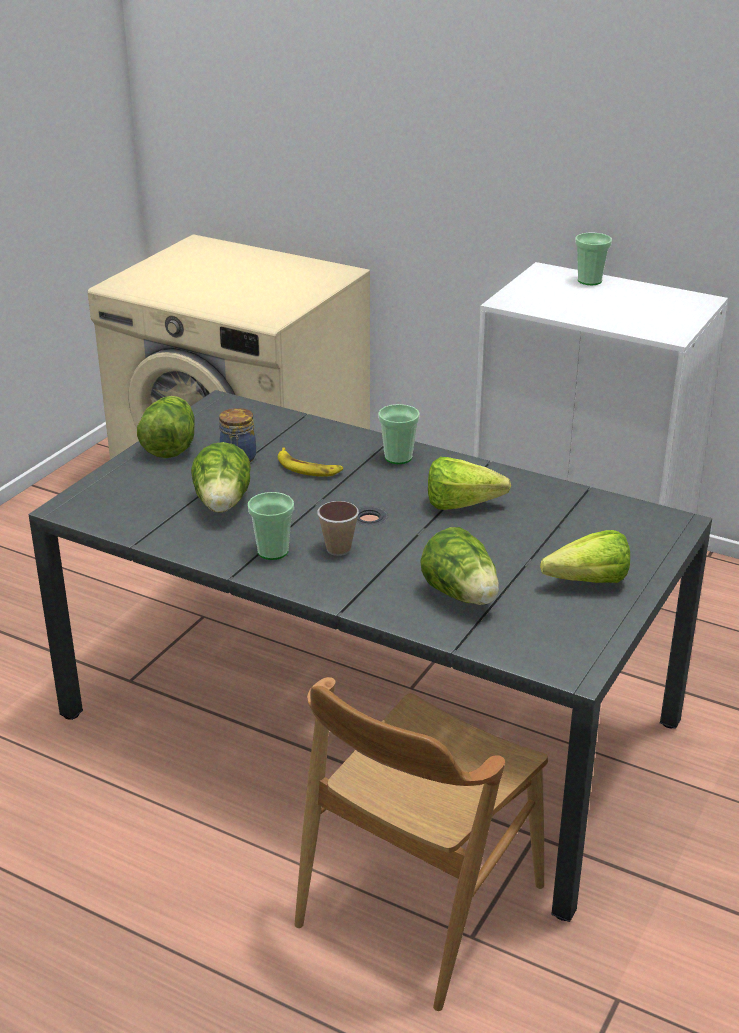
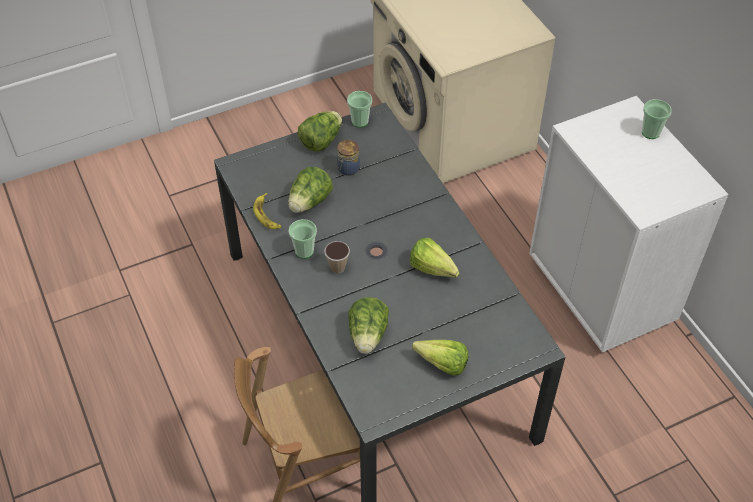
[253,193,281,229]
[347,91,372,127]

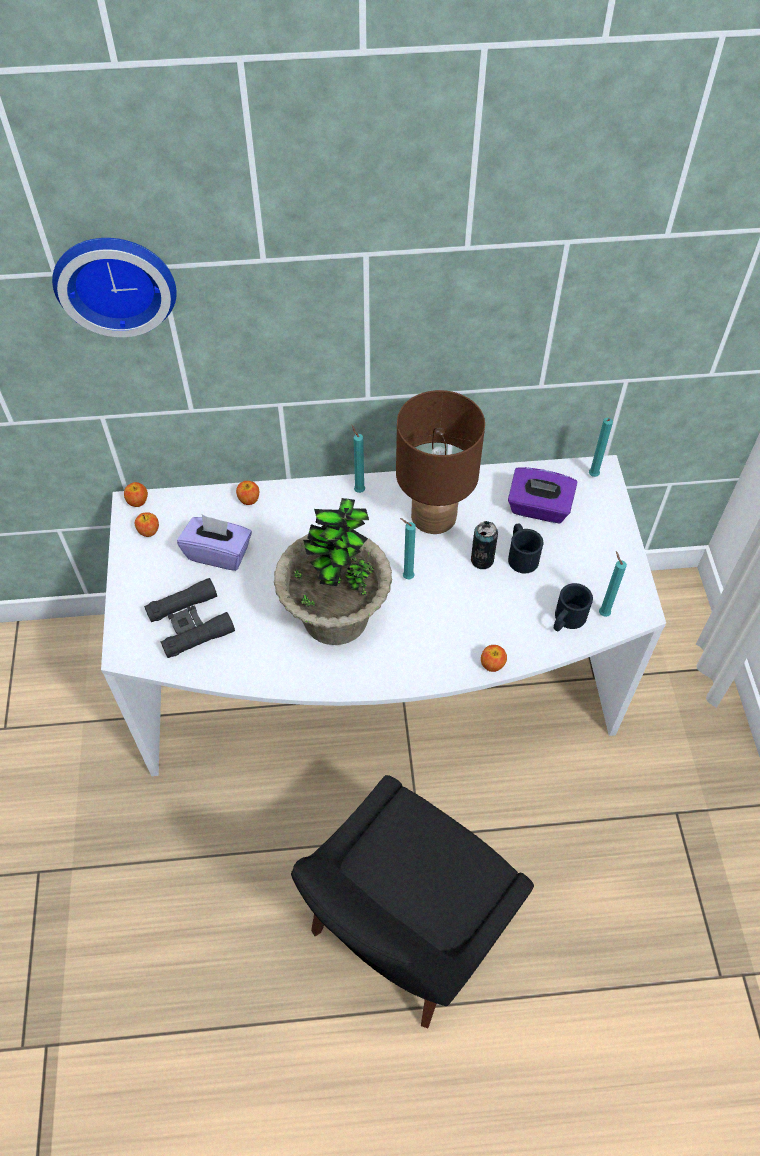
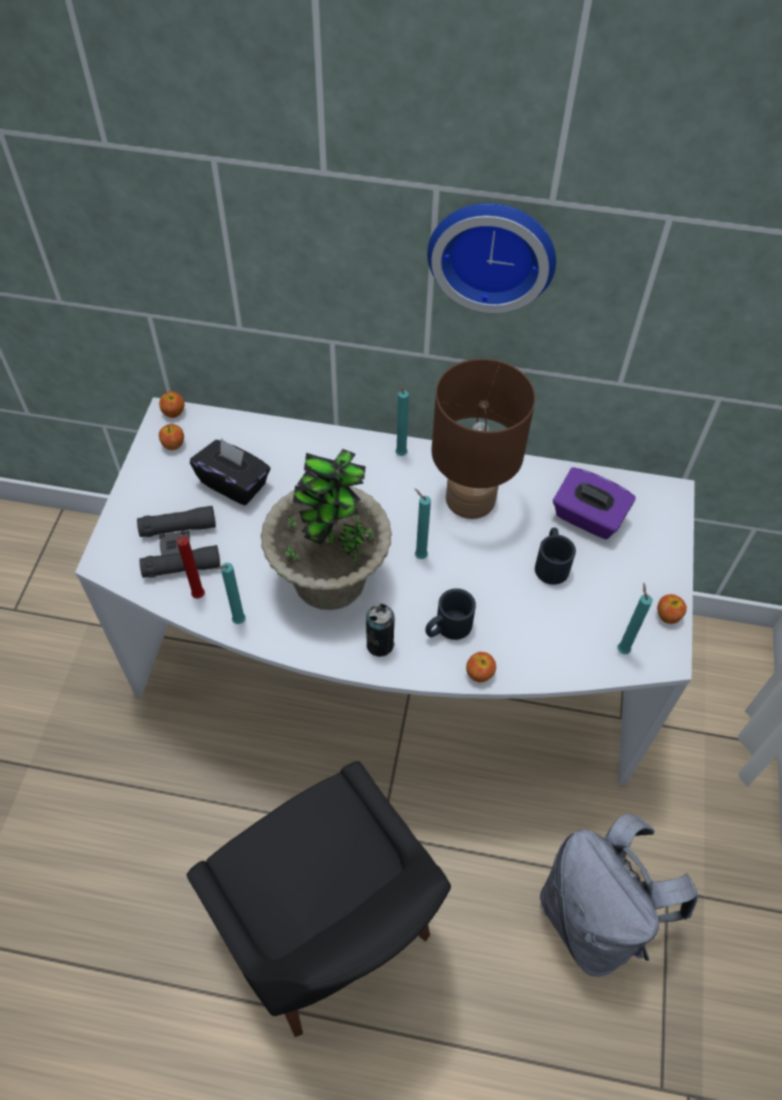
[177,536,205,599]
[540,814,698,977]
[427,203,556,313]
[657,594,687,624]
[366,604,395,657]
[425,588,476,640]
[216,563,246,624]
[190,438,270,506]
[187,761,451,1037]

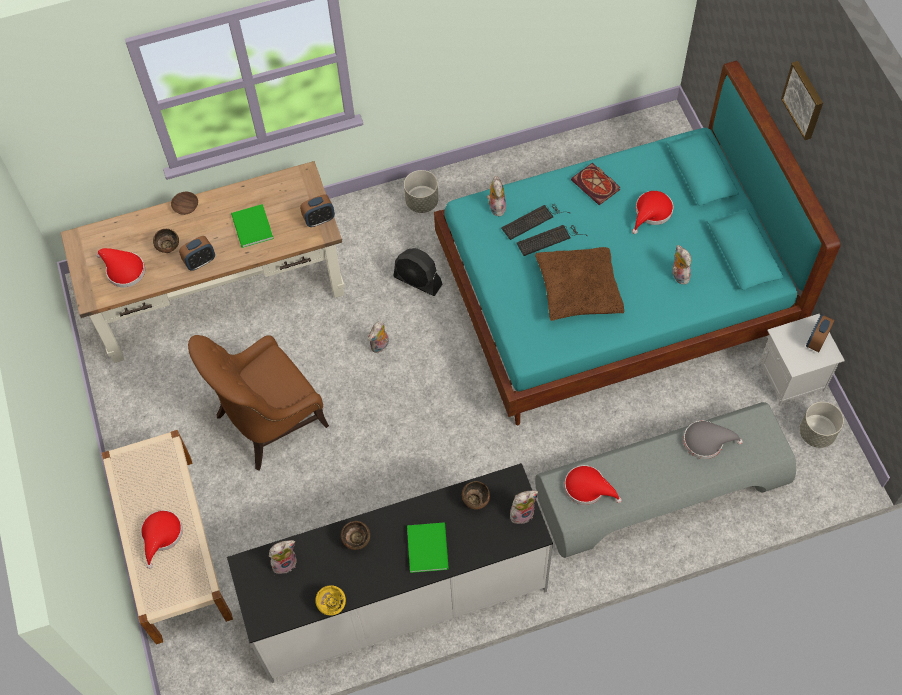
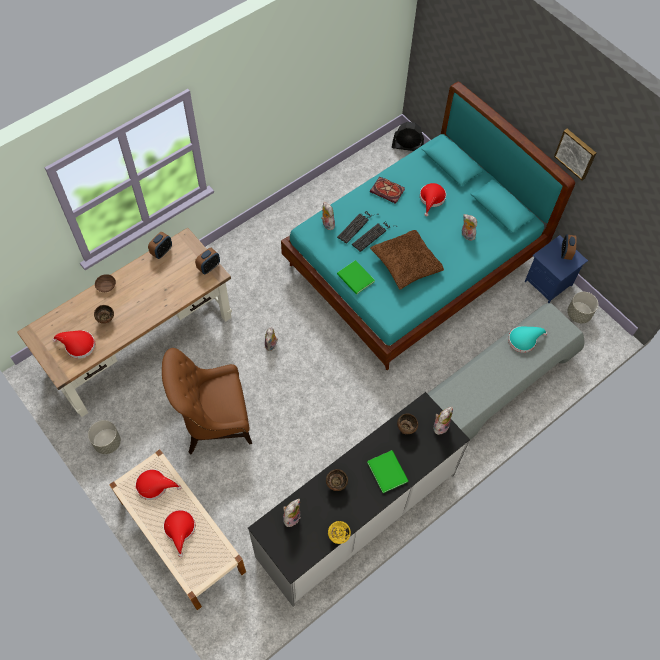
[148,232,172,259]
[337,260,375,295]
[392,122,424,151]
[88,420,121,454]
[135,469,182,500]
[554,129,596,180]
[508,326,547,353]
[525,235,588,303]
[162,348,252,455]

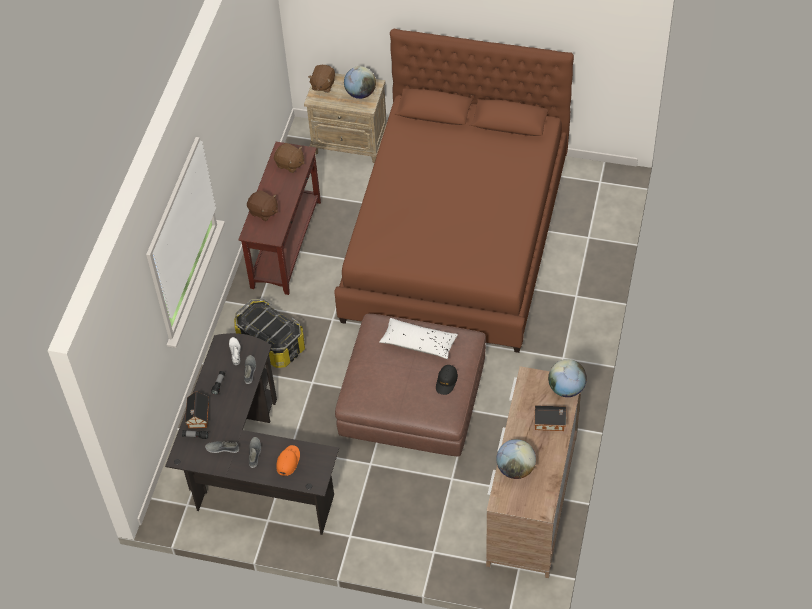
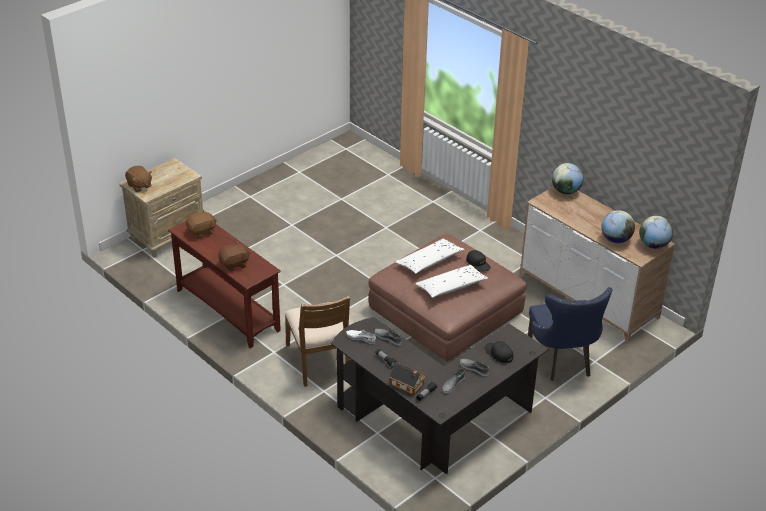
[334,29,574,353] (first image)
[534,405,566,431] (first image)
[415,265,489,298]
[528,287,612,381]
[639,216,673,249]
[285,296,350,387]
[485,341,513,363]

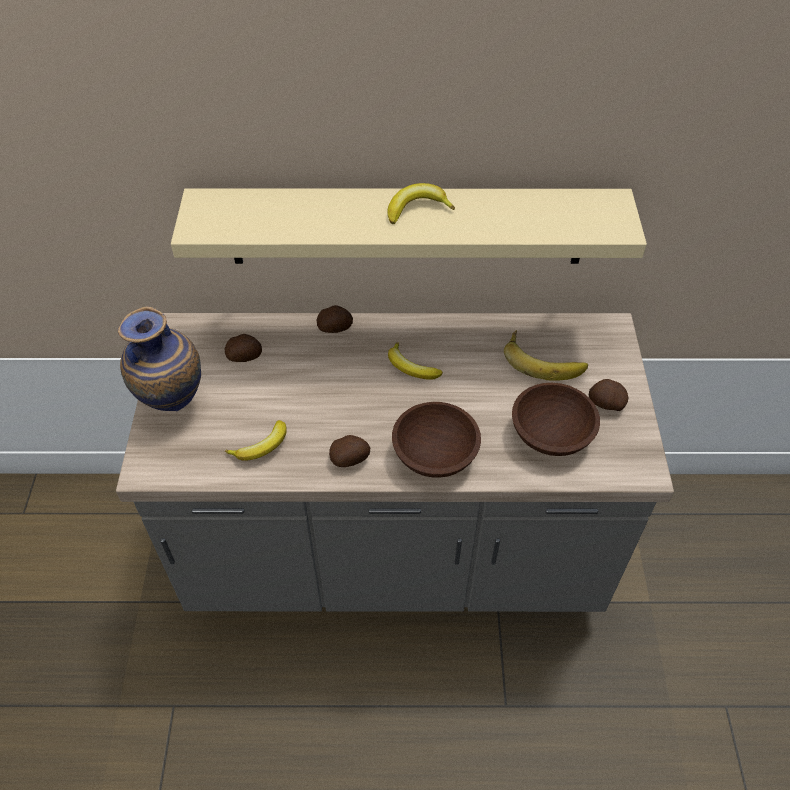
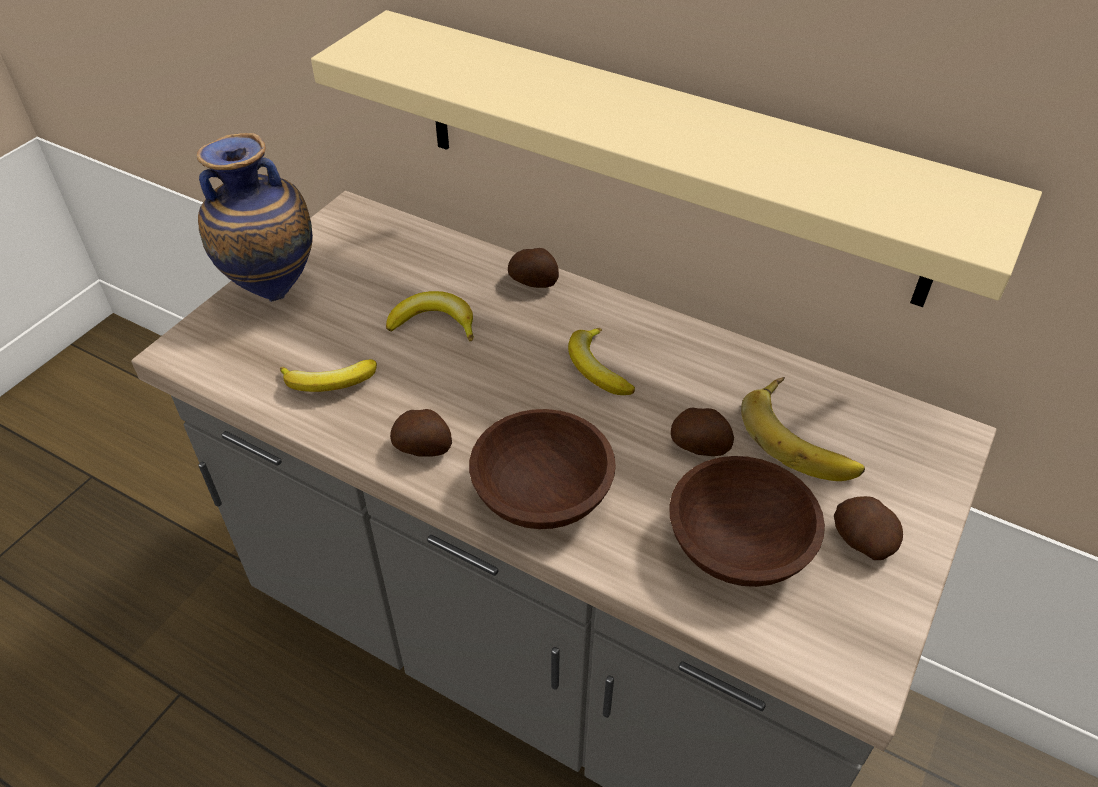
[671,407,734,456]
[386,291,474,341]

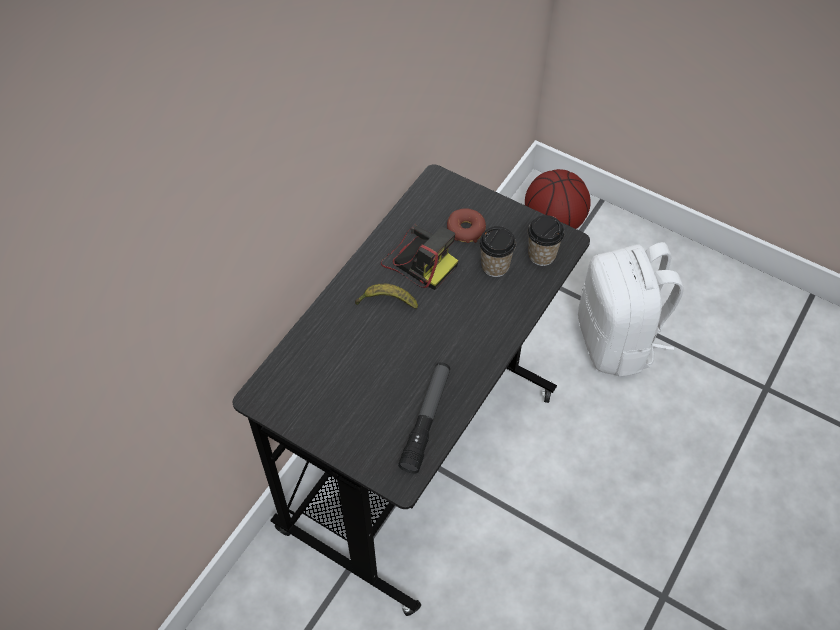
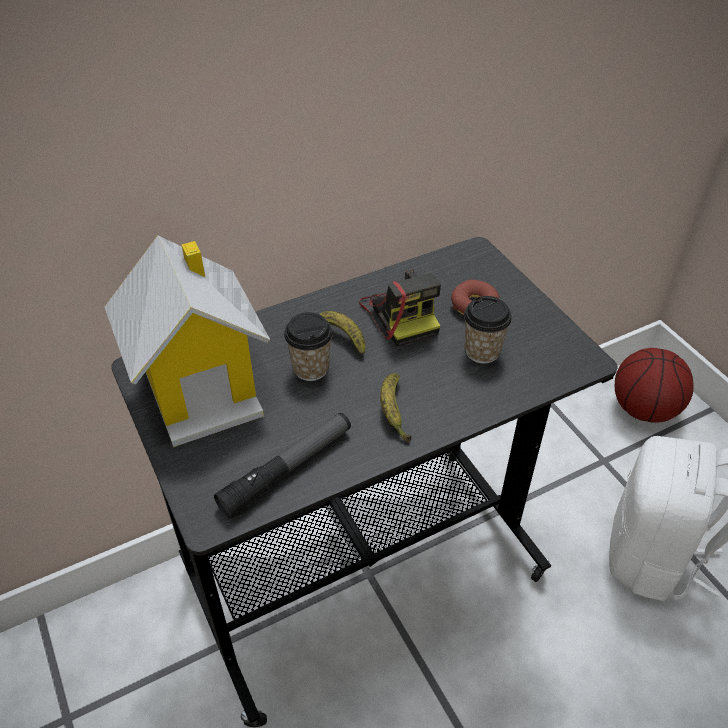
[105,236,270,447]
[380,373,412,442]
[284,312,333,381]

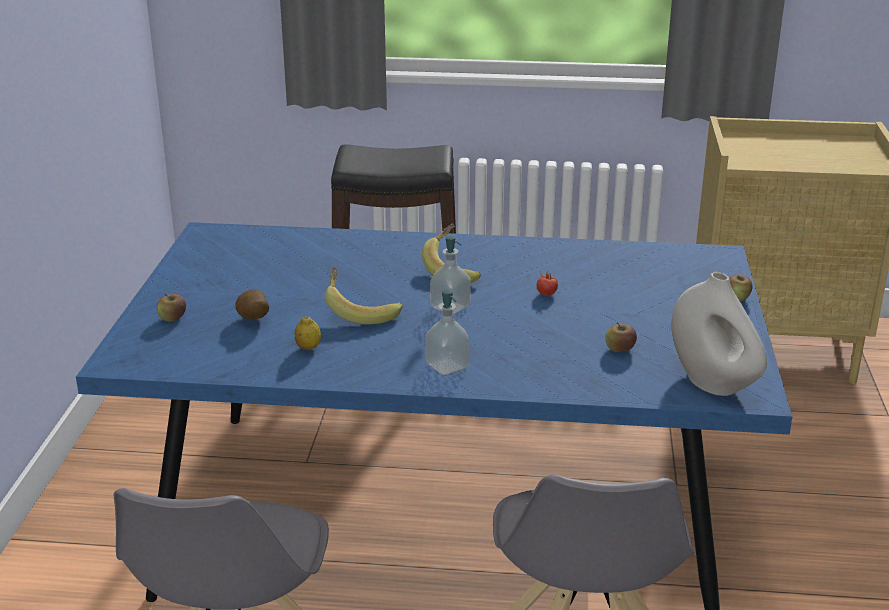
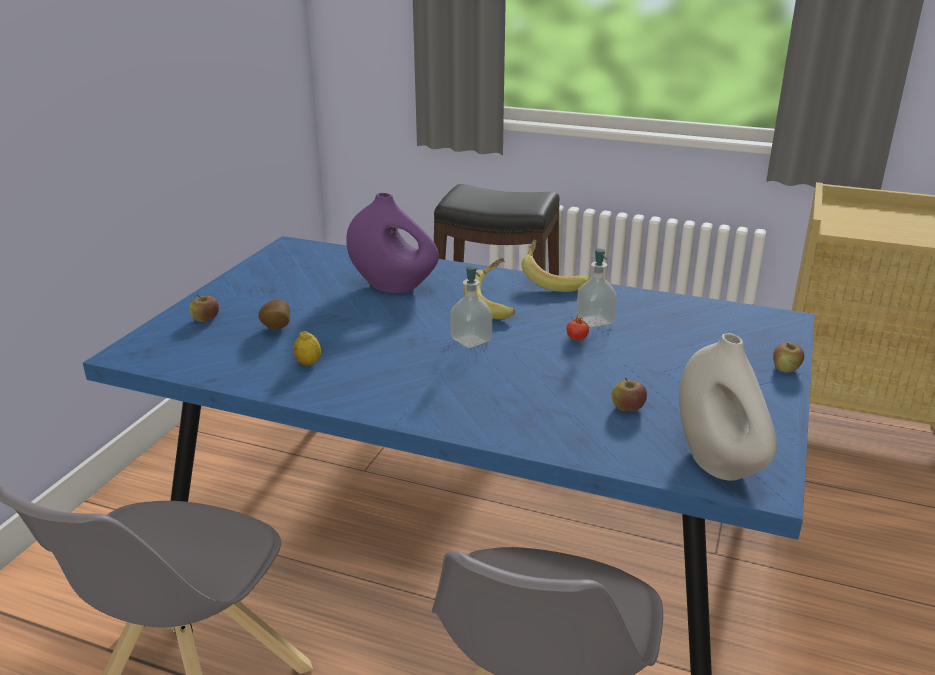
[346,193,439,293]
[522,239,590,292]
[576,249,617,327]

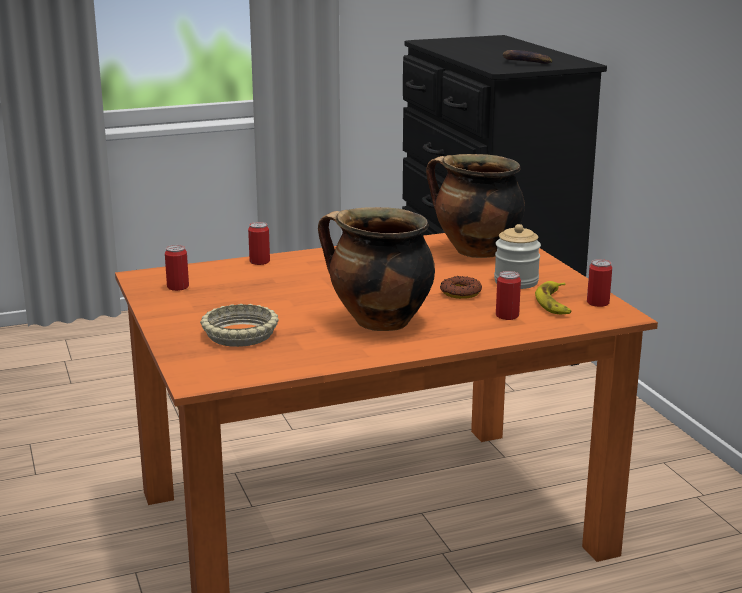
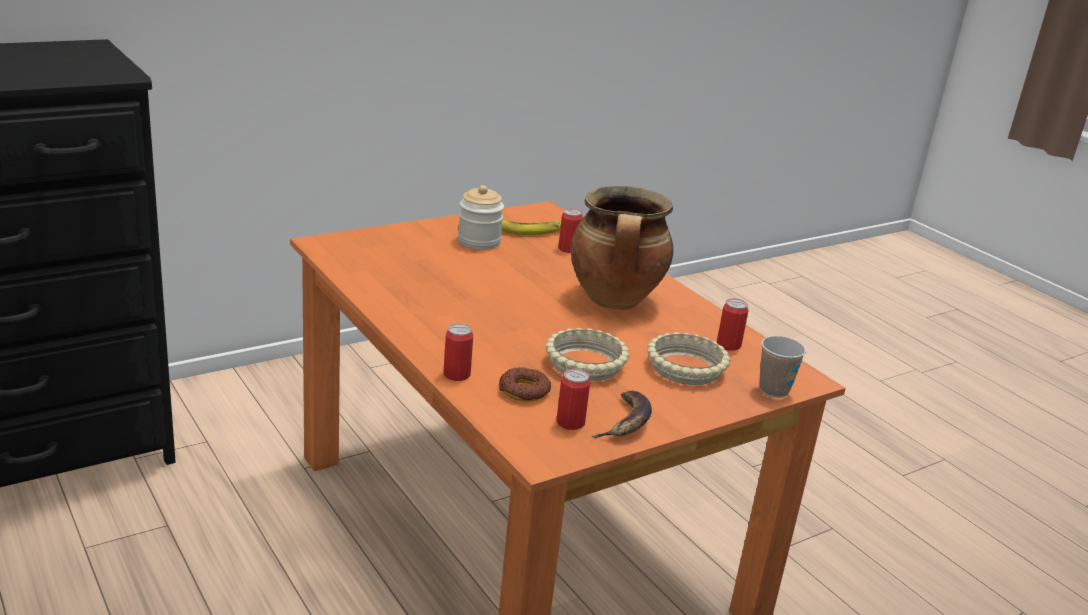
[426,154,525,258] (first image)
[545,328,630,381]
[759,336,806,398]
[499,367,551,402]
[592,391,652,438]
[717,298,749,351]

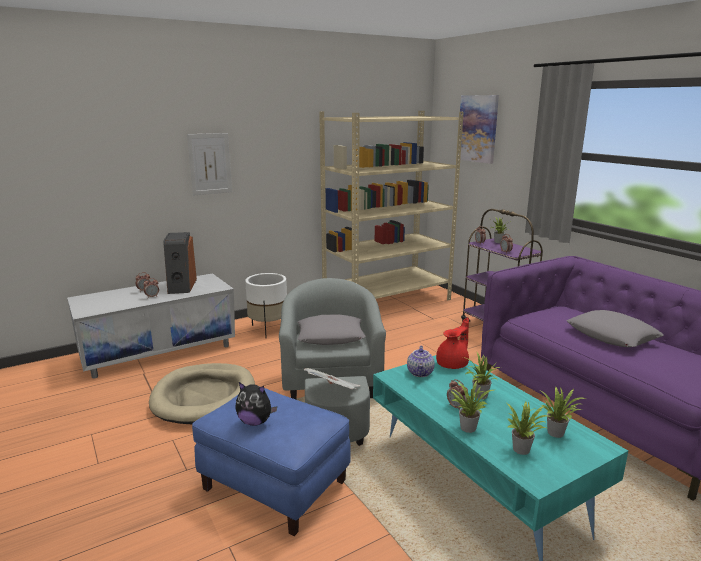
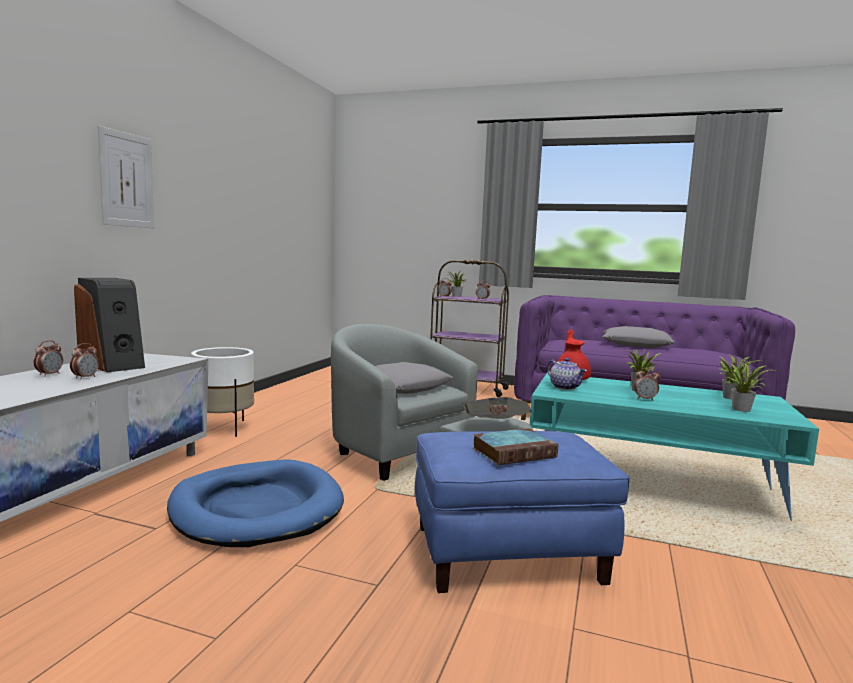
[319,111,464,301] (first image)
[450,380,494,433] (first image)
[458,95,499,164] (first image)
[473,428,558,465]
[167,460,344,547]

